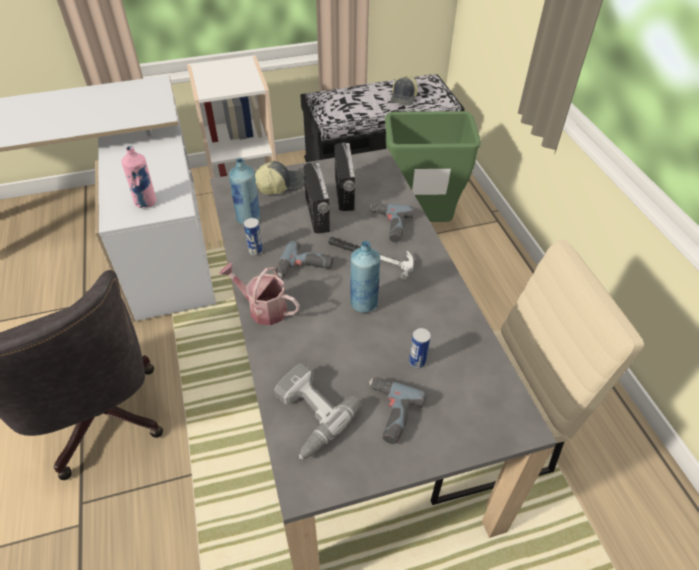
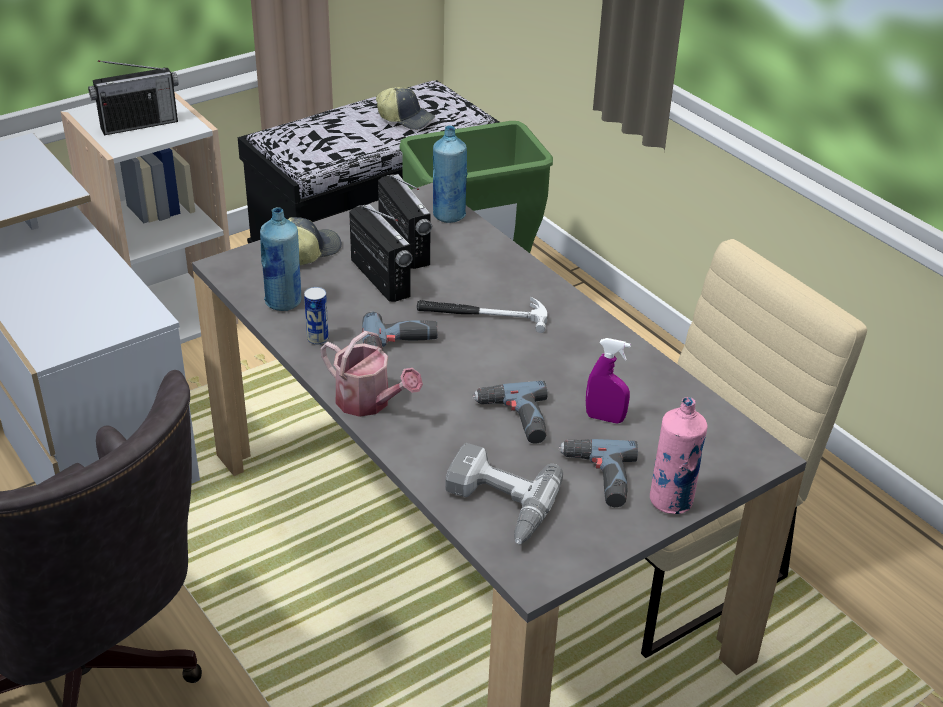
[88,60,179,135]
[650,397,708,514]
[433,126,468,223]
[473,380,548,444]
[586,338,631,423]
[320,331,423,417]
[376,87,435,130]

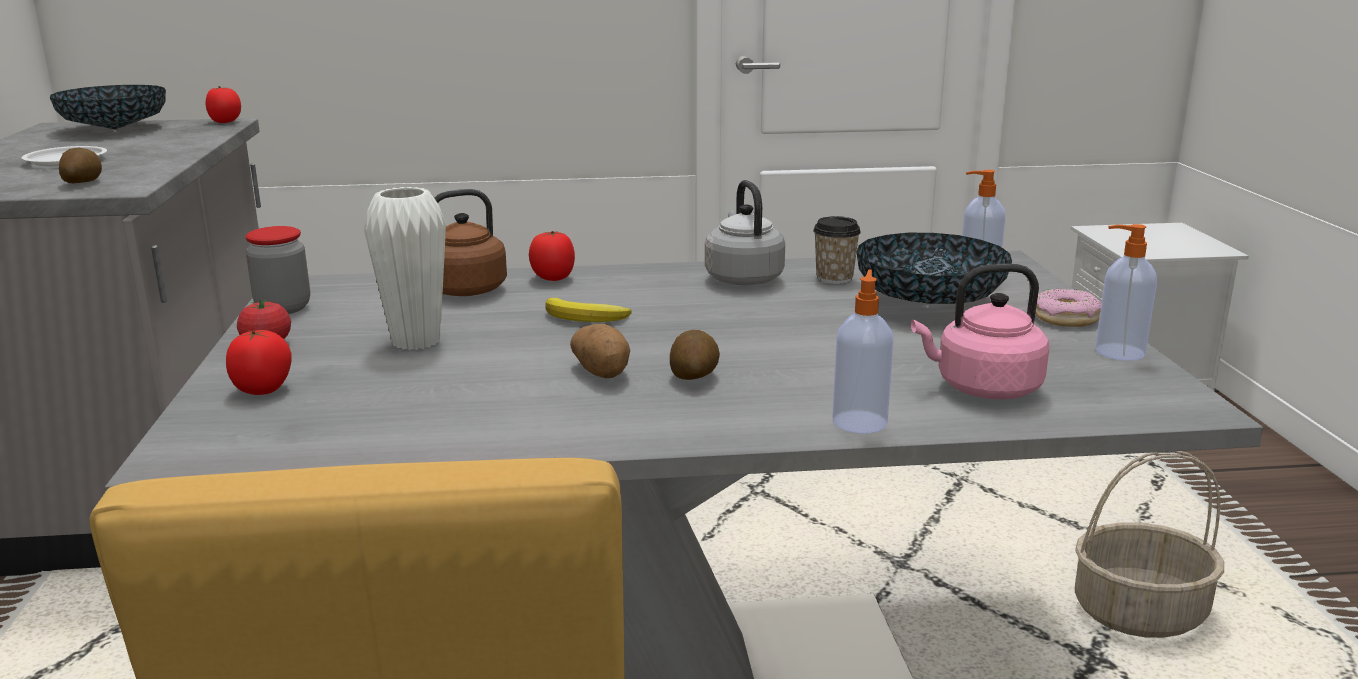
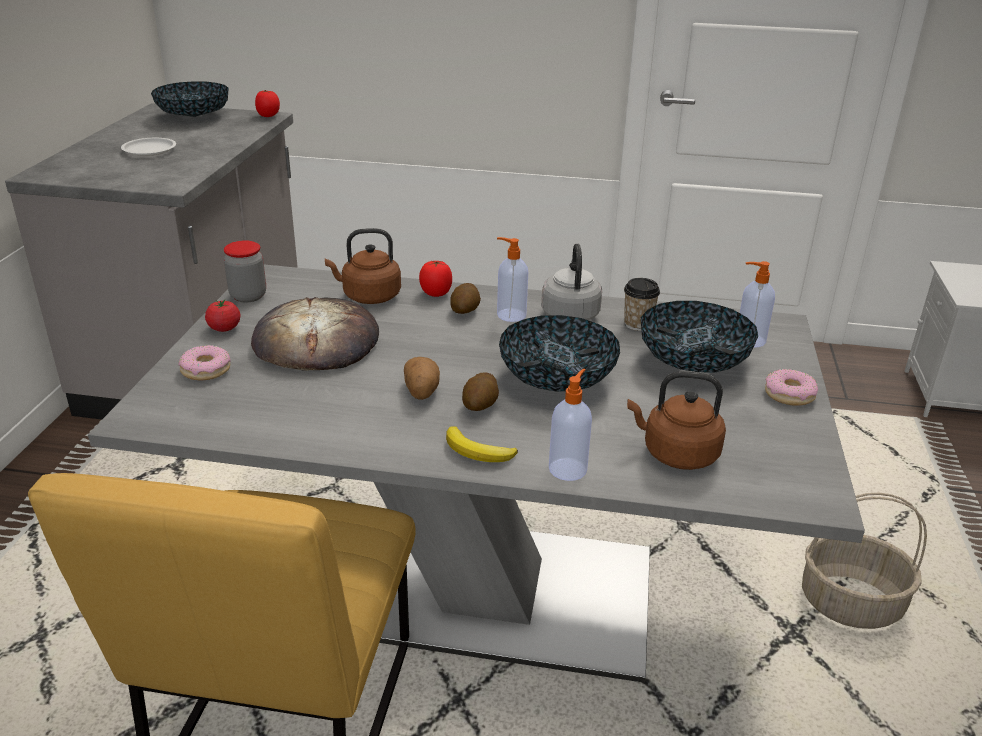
[499,315,620,392]
[450,283,481,314]
[446,426,518,462]
[497,237,528,322]
[178,345,231,380]
[251,297,379,371]
[627,371,726,470]

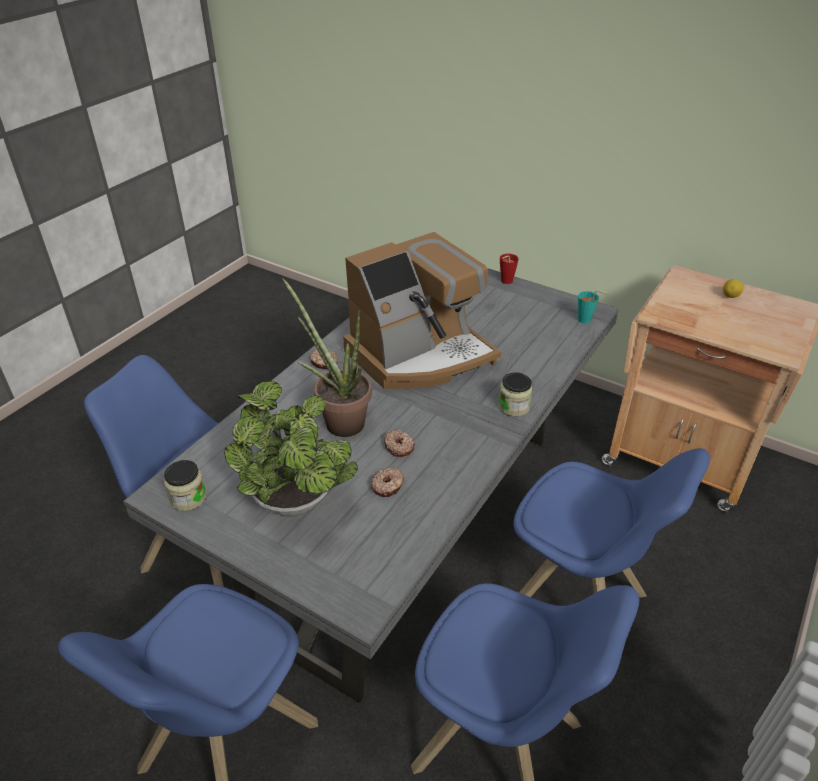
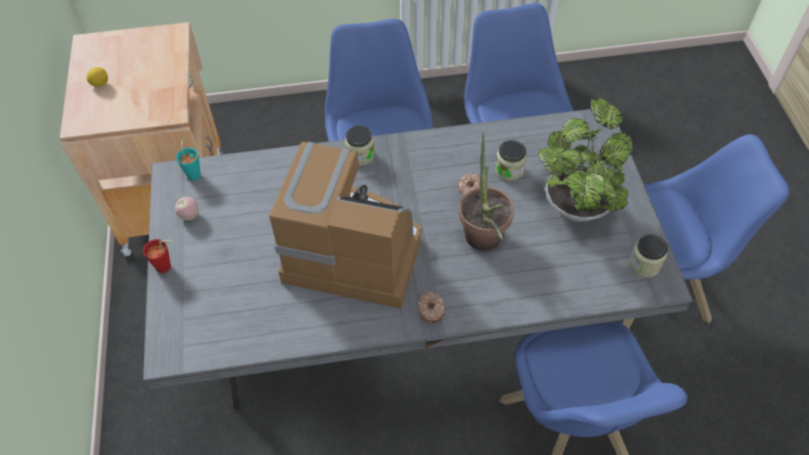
[175,197,199,220]
[495,140,527,181]

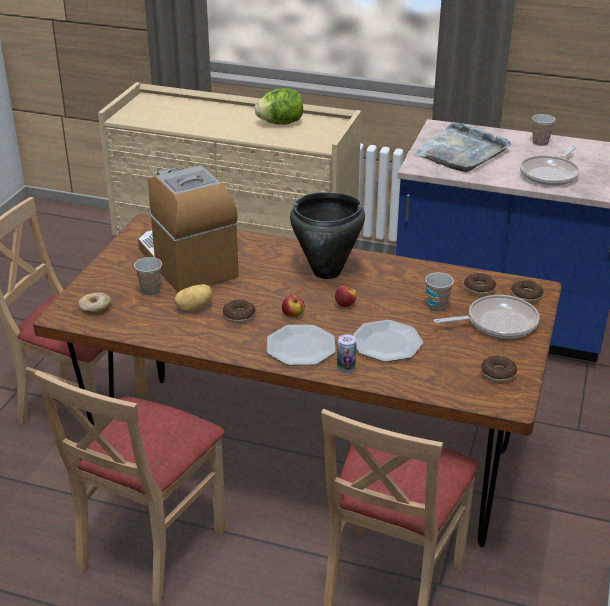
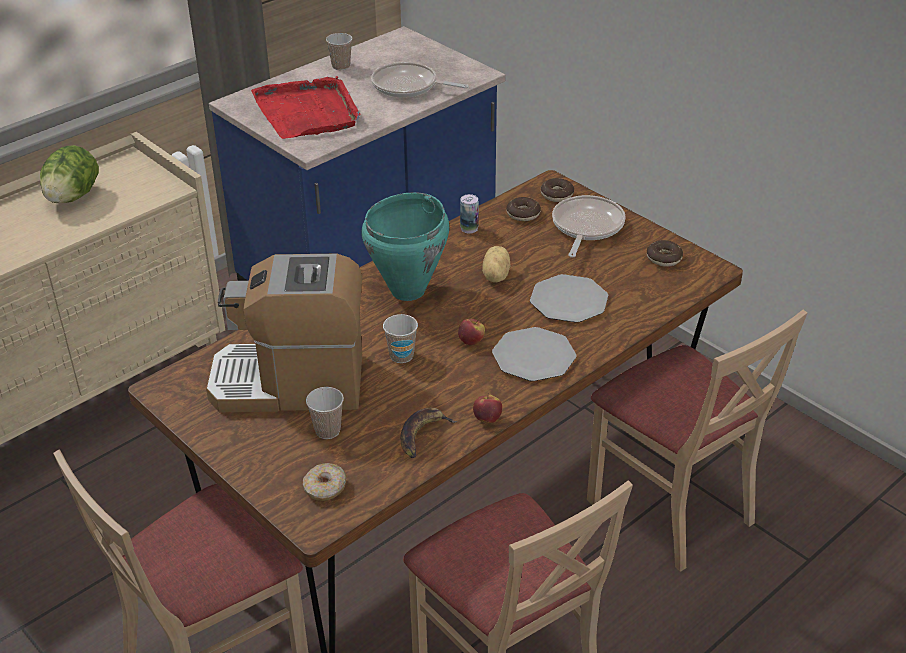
[223,300,256,323] (first image)
[401,408,457,458]
[482,246,511,282]
[473,393,502,423]
[460,194,479,233]
[383,314,418,363]
[362,192,449,301]
[251,76,360,139]
[371,62,469,98]

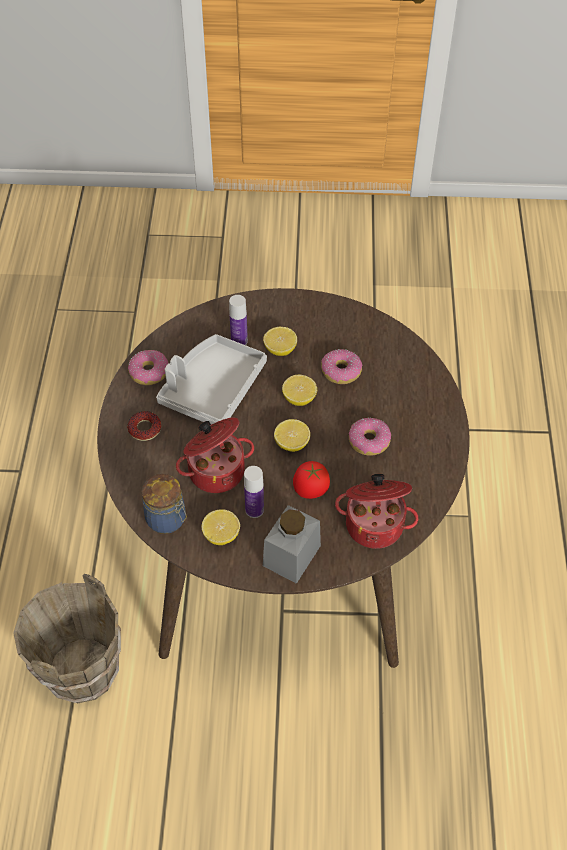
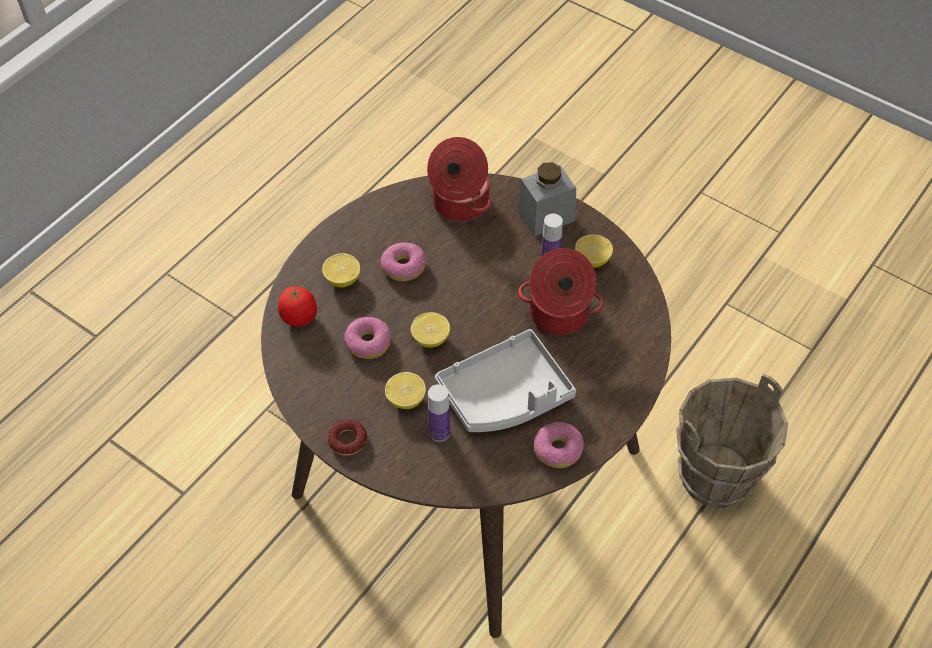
[142,474,187,534] (first image)
[328,419,367,455]
[322,253,360,288]
[278,285,317,327]

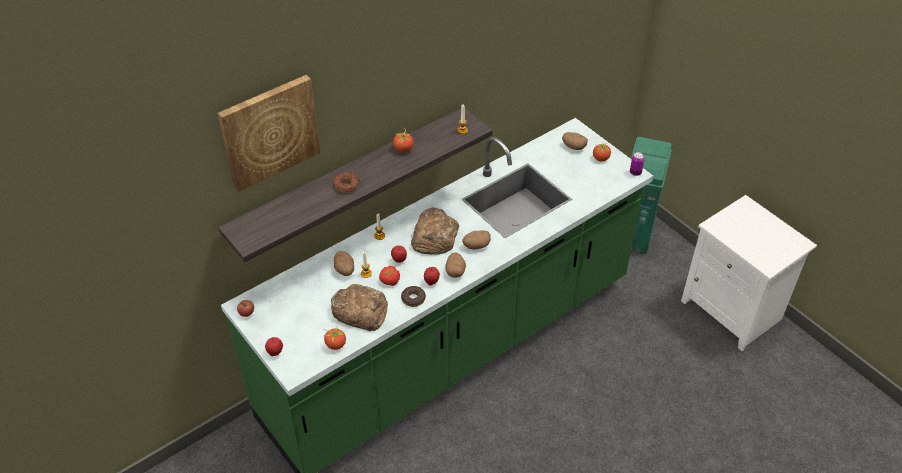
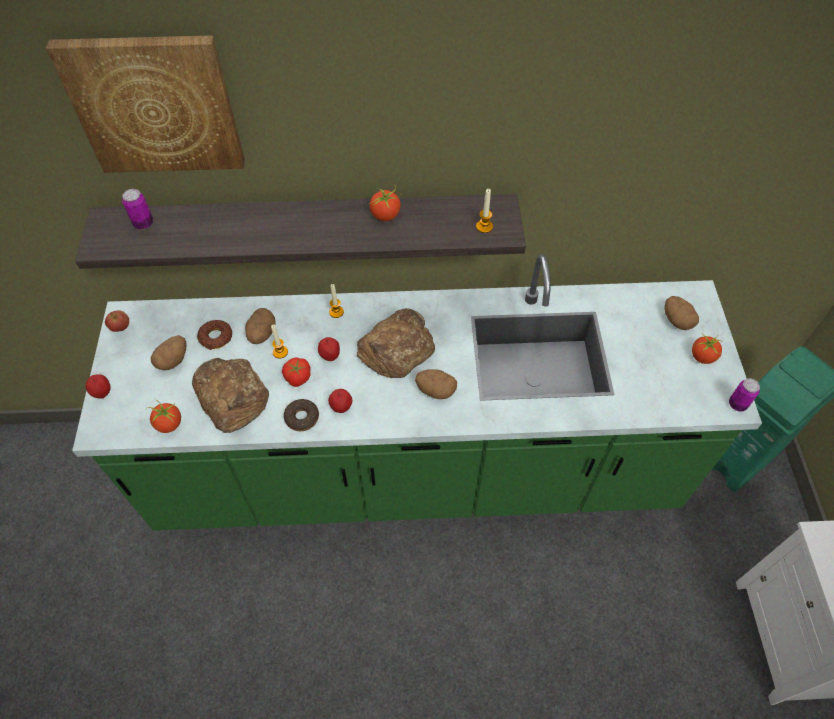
[122,189,153,229]
[197,320,232,350]
[150,335,187,370]

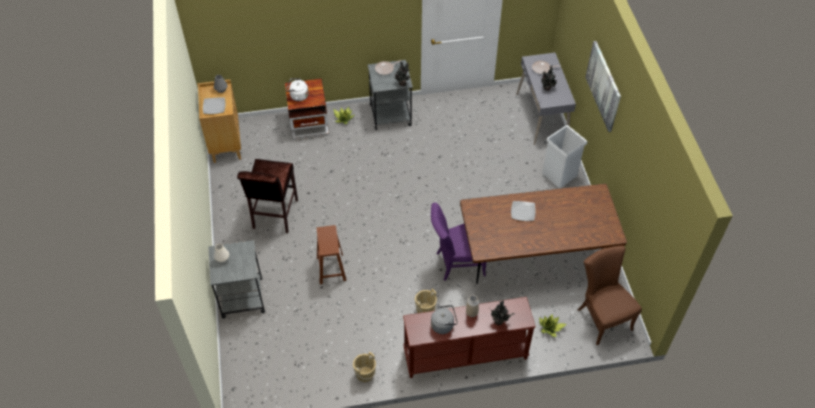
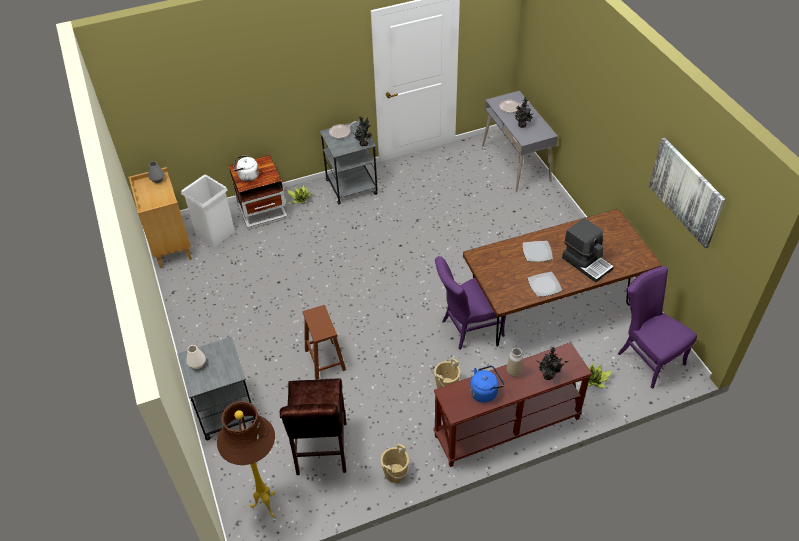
[217,401,275,517]
[562,218,614,283]
[527,272,562,297]
[280,378,347,475]
[181,174,235,247]
[649,138,726,248]
[470,366,504,403]
[618,266,697,389]

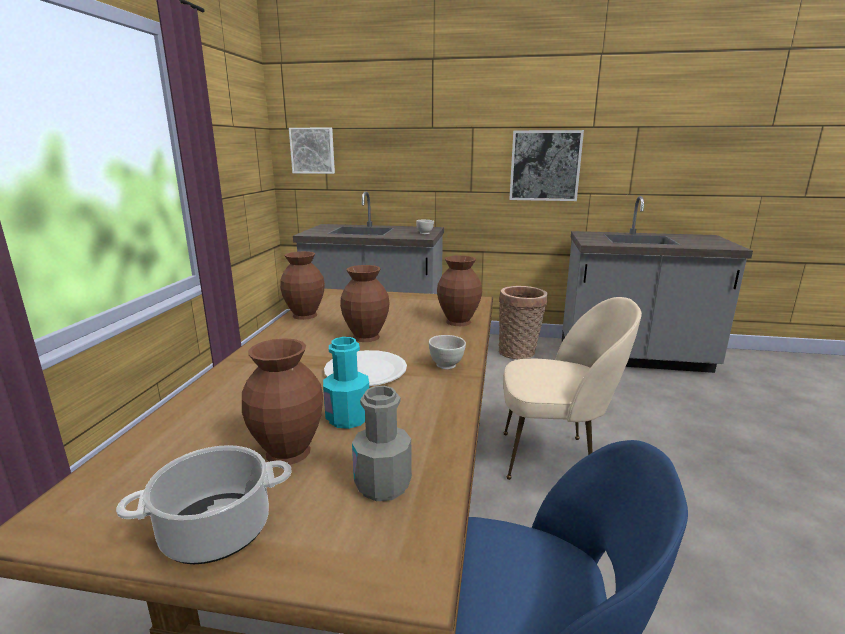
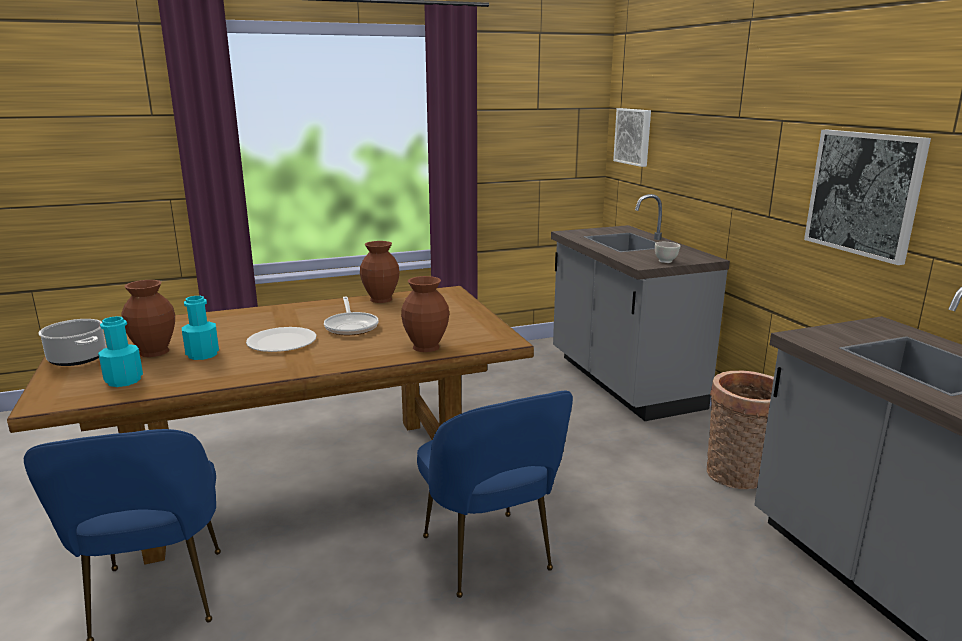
[429,335,466,369] (first image)
[324,296,378,335]
[98,316,143,387]
[417,391,573,598]

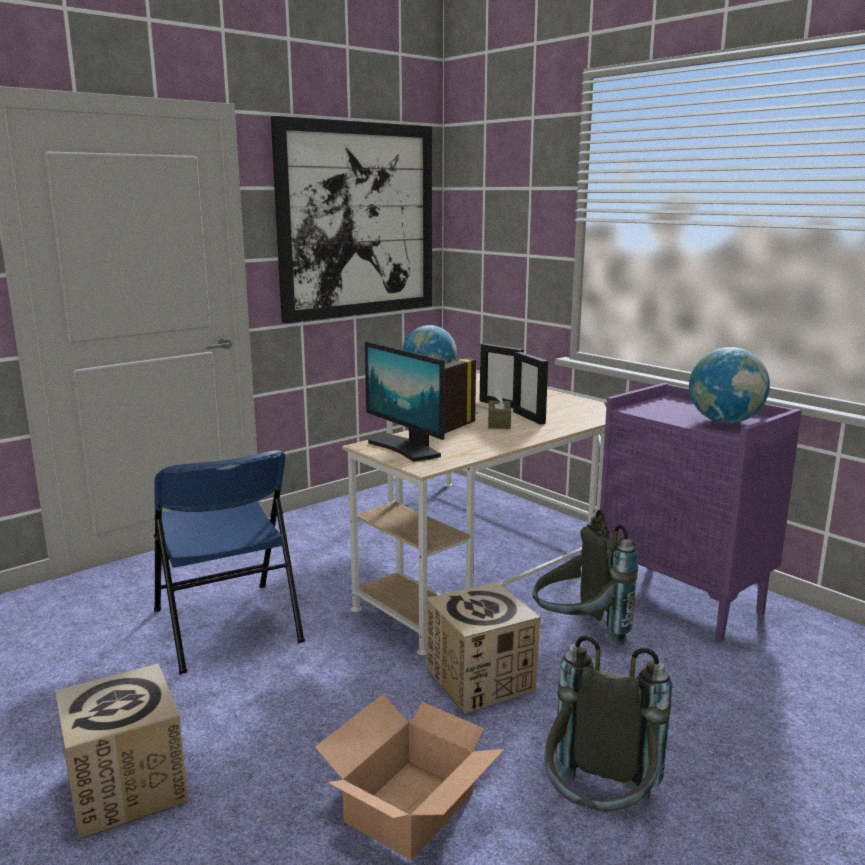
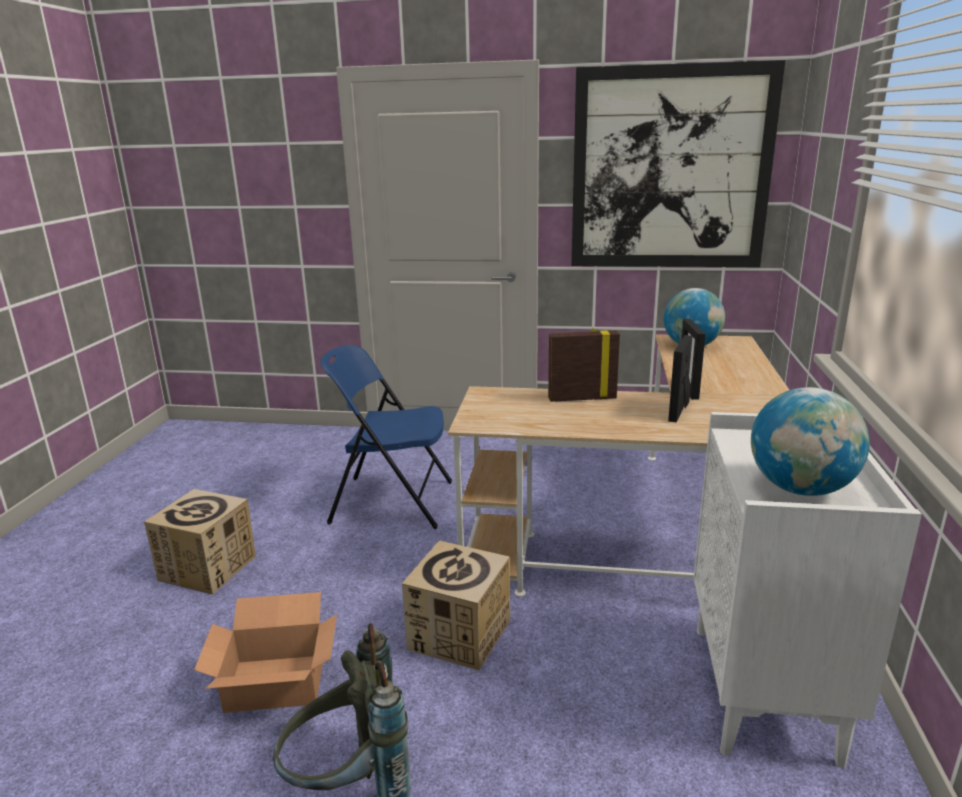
[365,341,445,462] (first image)
[488,389,511,429] (first image)
[533,509,638,646] (first image)
[693,412,922,768]
[320,345,452,529]

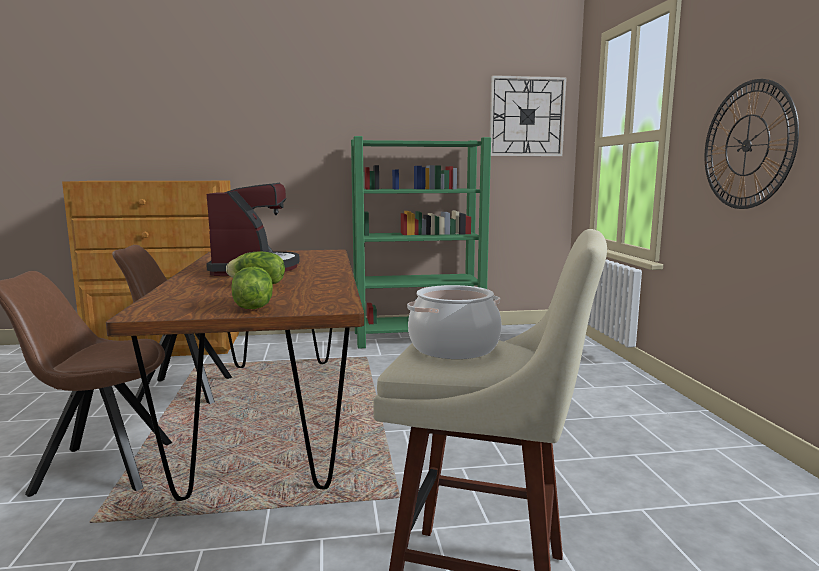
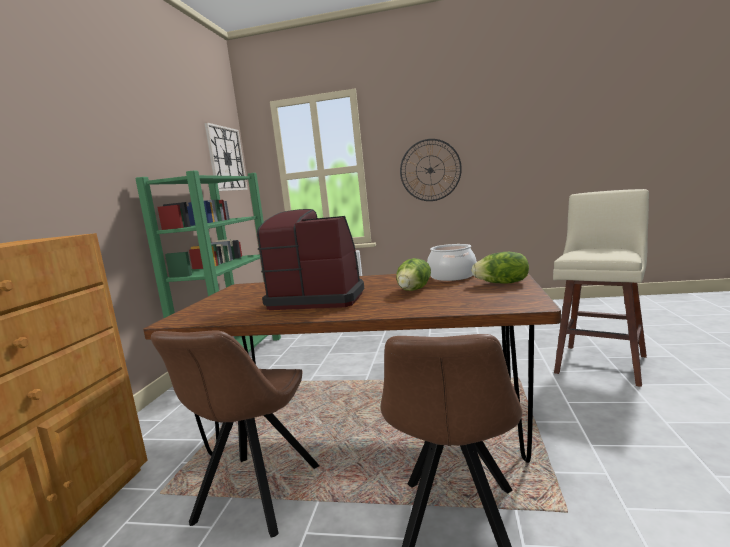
[427,244,477,281]

